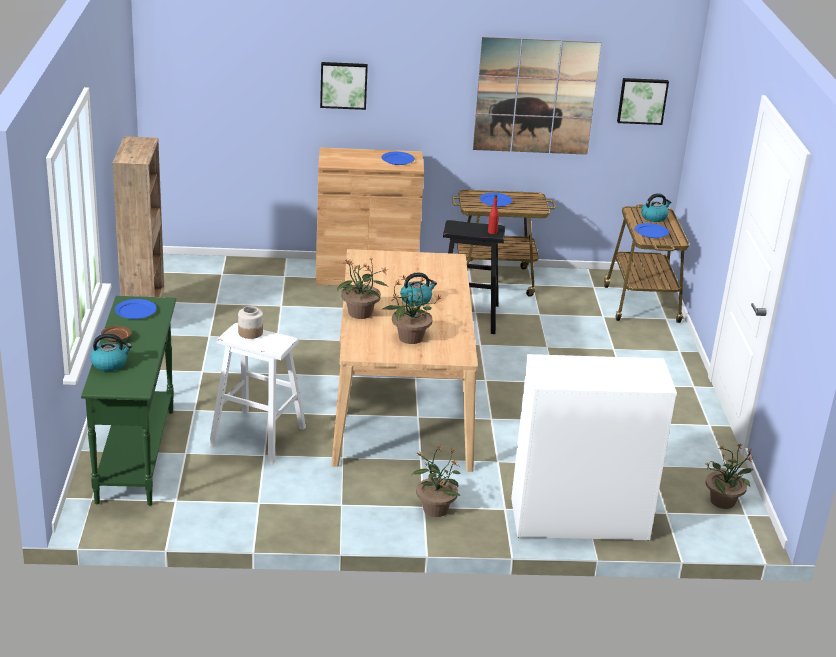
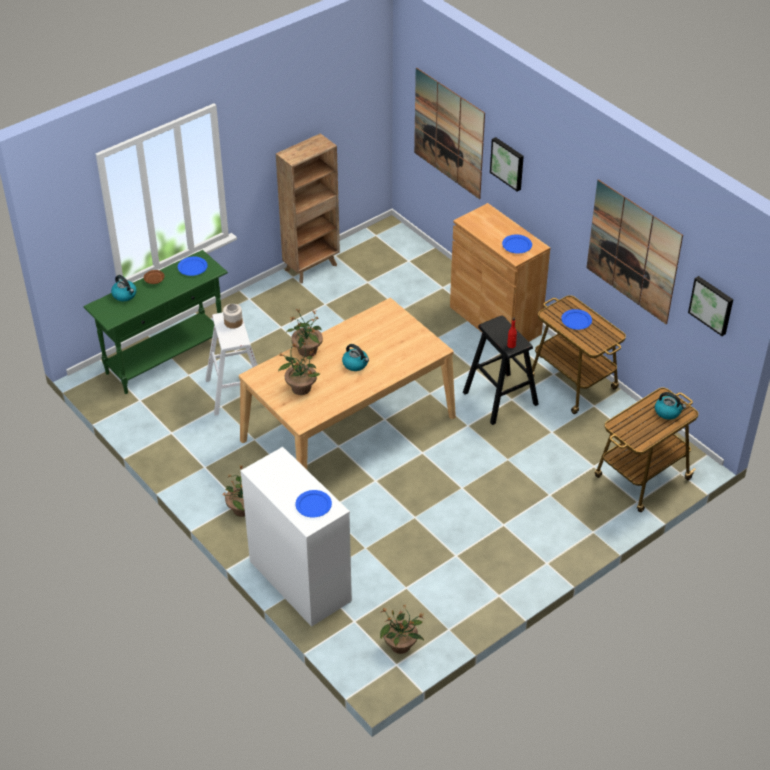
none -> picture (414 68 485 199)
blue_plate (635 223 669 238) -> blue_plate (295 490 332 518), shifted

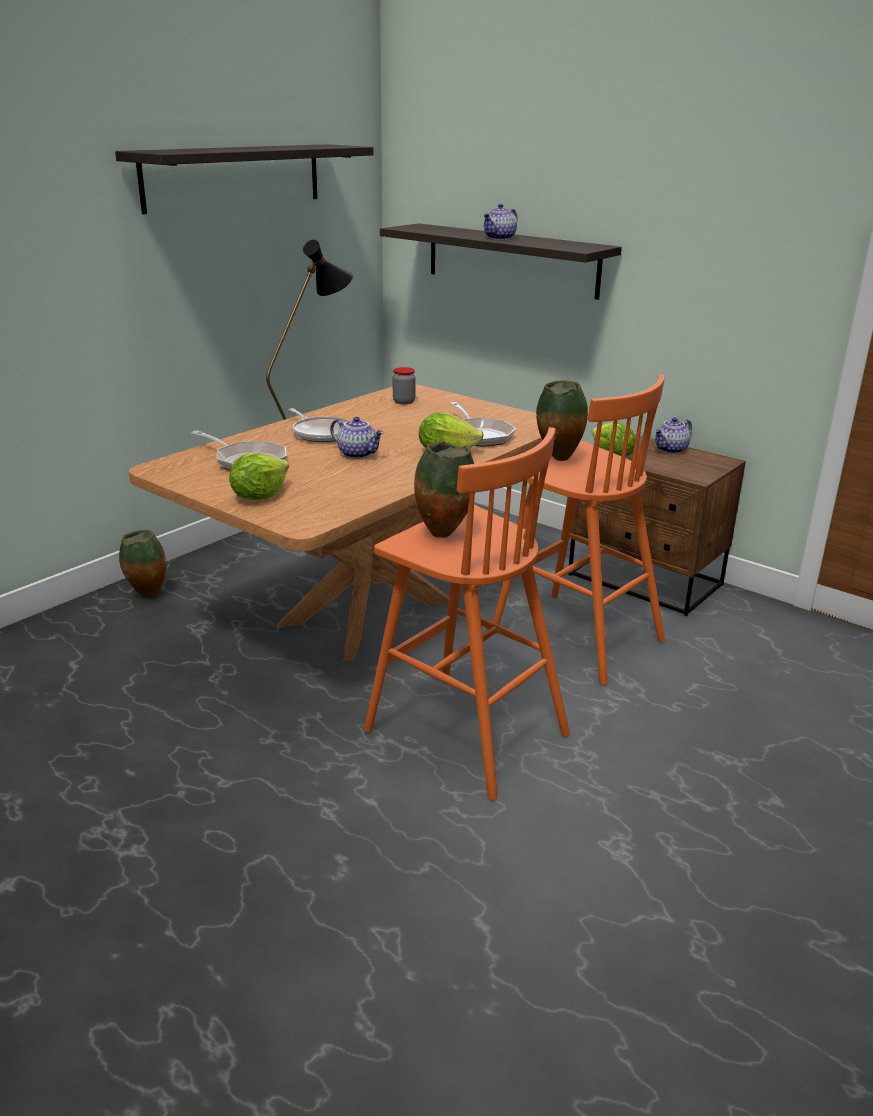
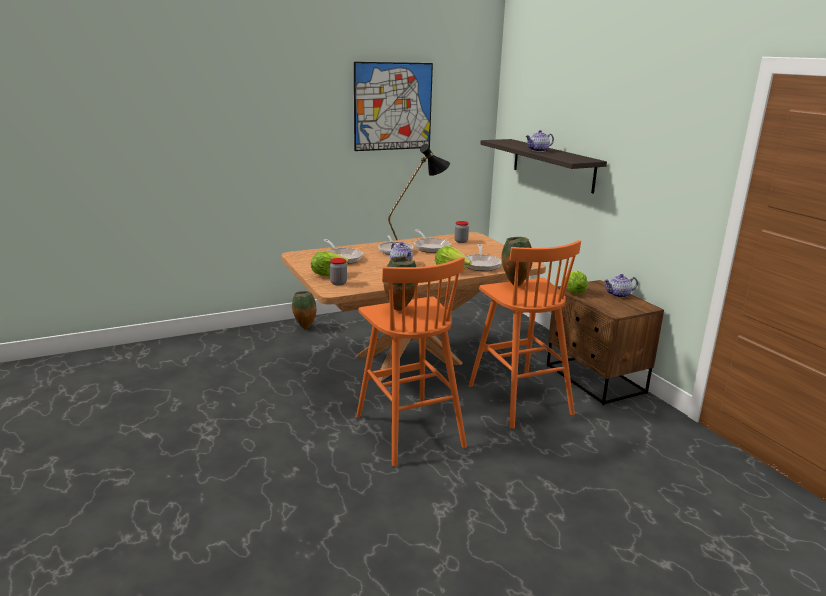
none -> jar (330 258 347 285)
none -> frying_pan (414 229 451 253)
shelf (115 144 374 214) -> picture (354 62 433 151)

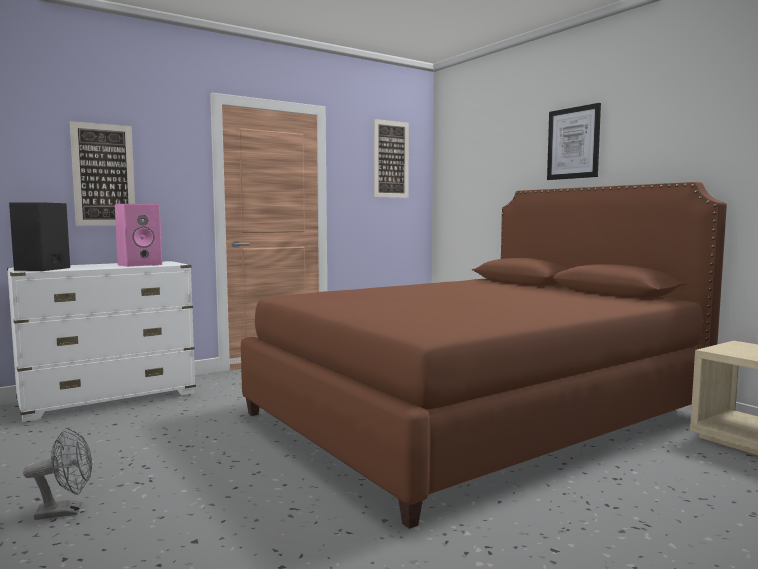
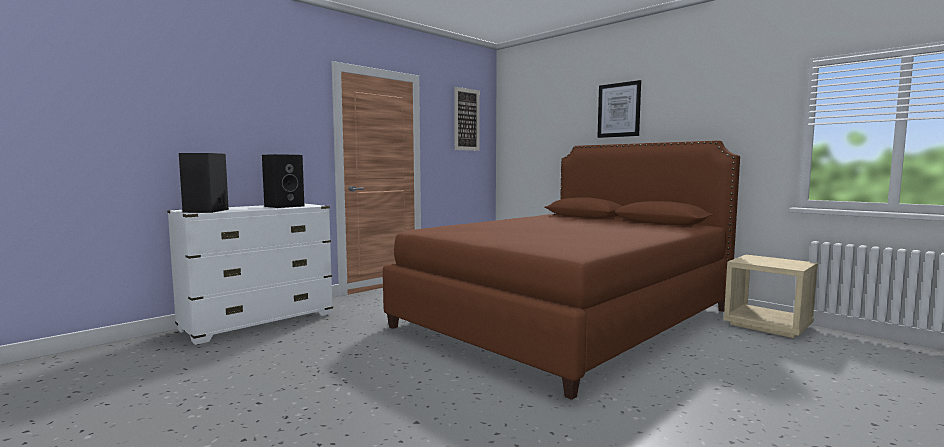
grey_fan (23 428 92 520) -> none
picture (70 121 135 226) -> none
pink_speaker (115 204 162 267) -> black_speaker (262 154 304 208)

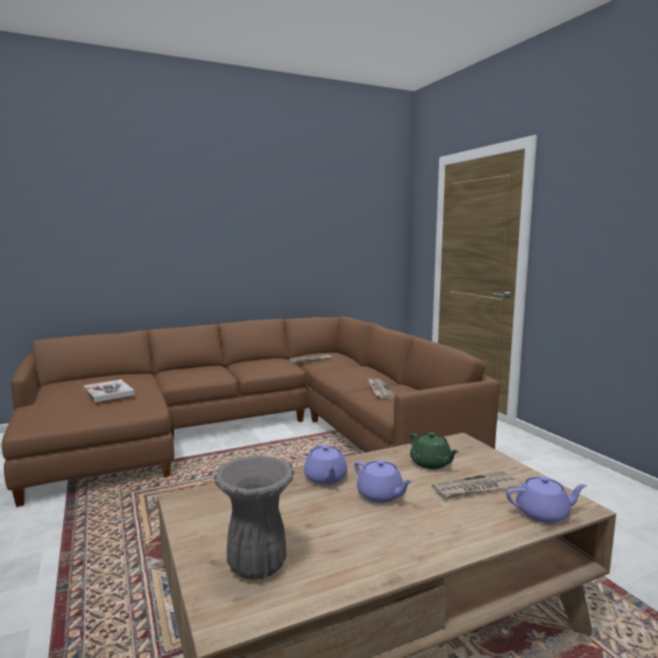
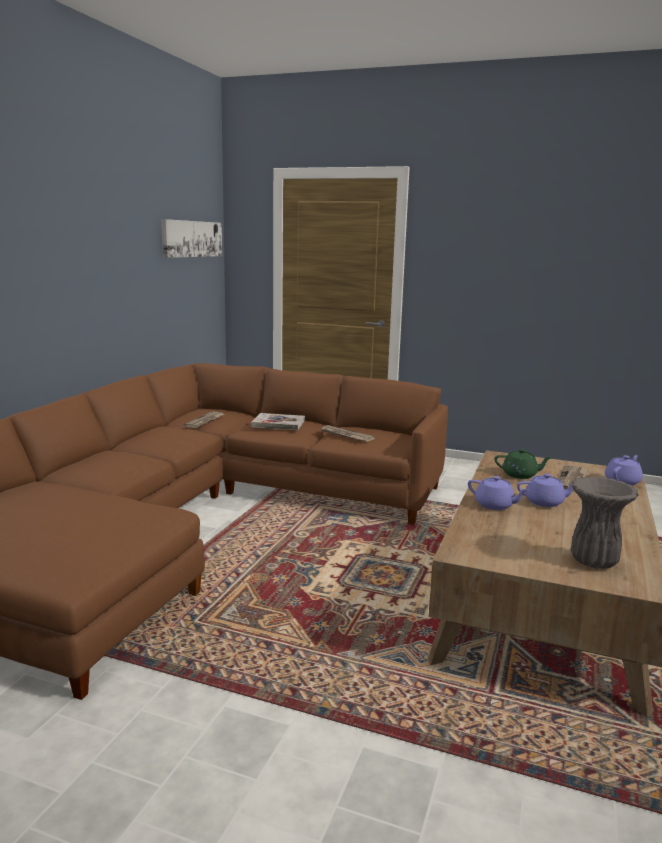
none -> picture (162 219 222 258)
book (83 379 135 402) -> book (251 413 305 430), shifted

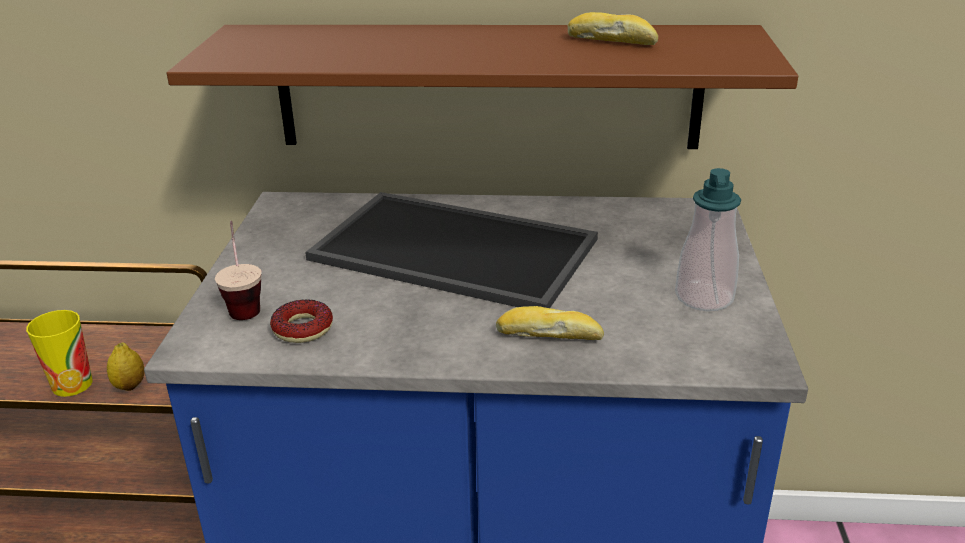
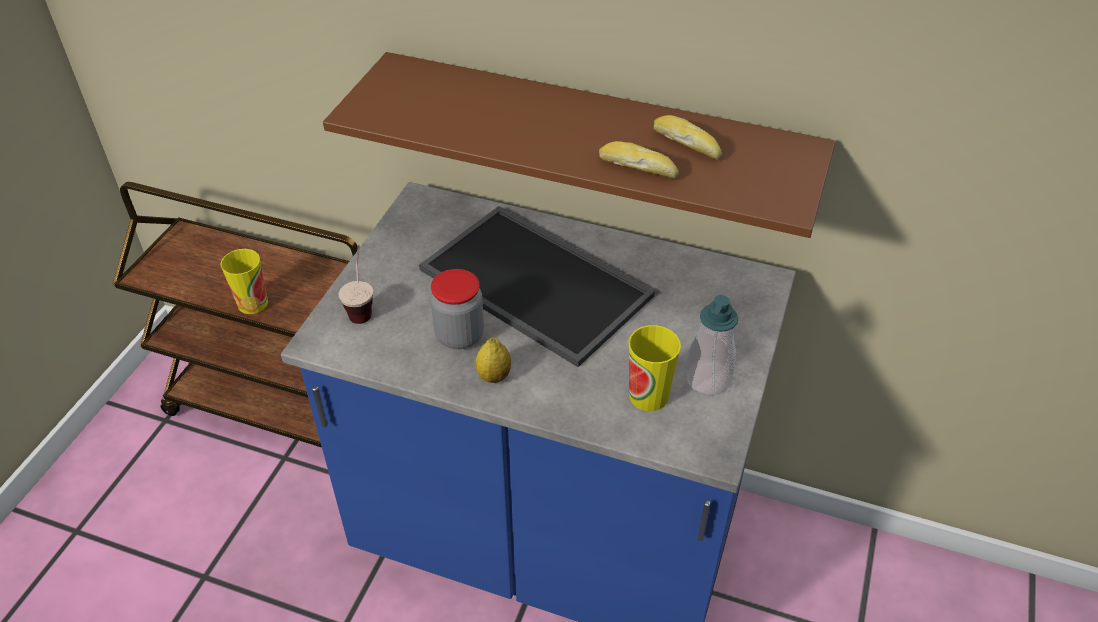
donut (270 299 333 343) -> none
none -> jar (430 269 484 349)
none -> cup (628 325 681 411)
lemon (107 343 144 391) -> lemon (476 338 511 383), shifted
bread (496 306 604 340) -> bread (599 141 679 178), shifted

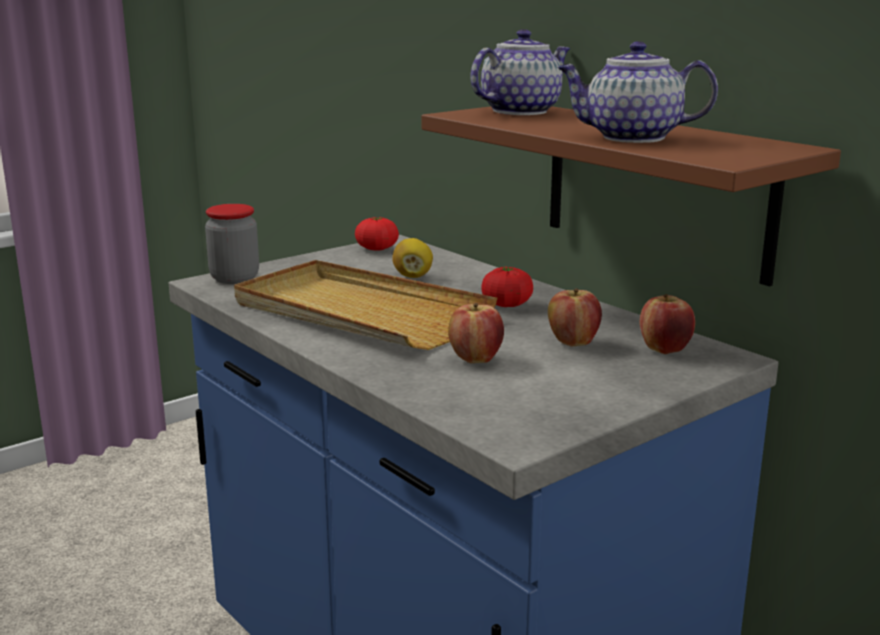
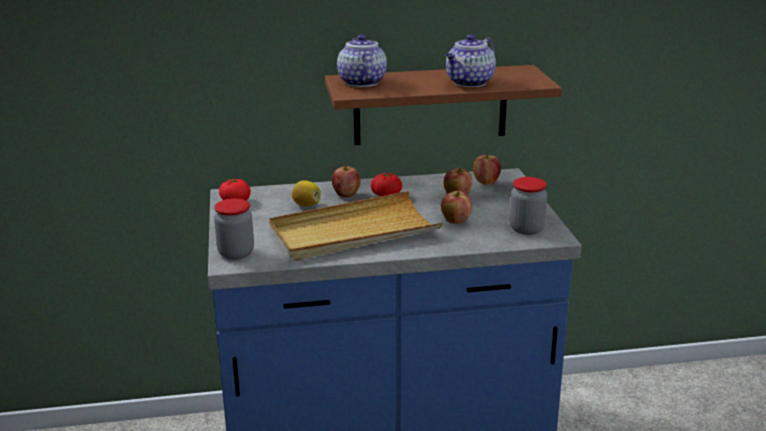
none -> apple (332 165 361 197)
none -> jar (510 177 547 235)

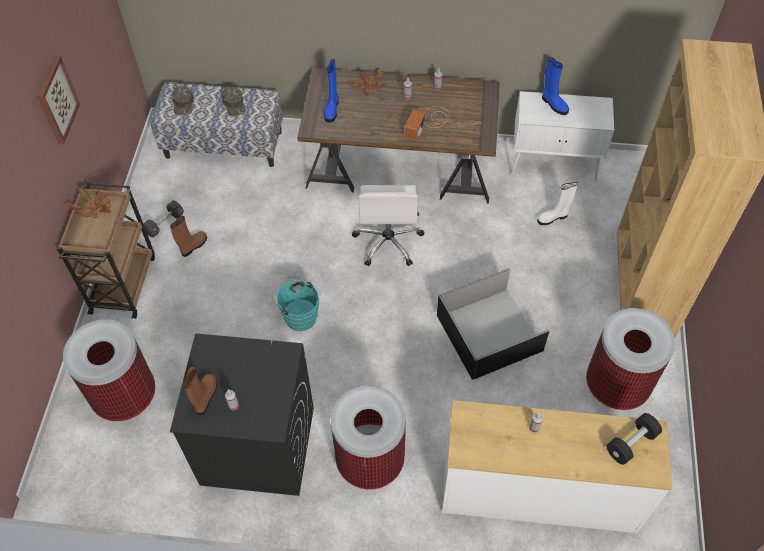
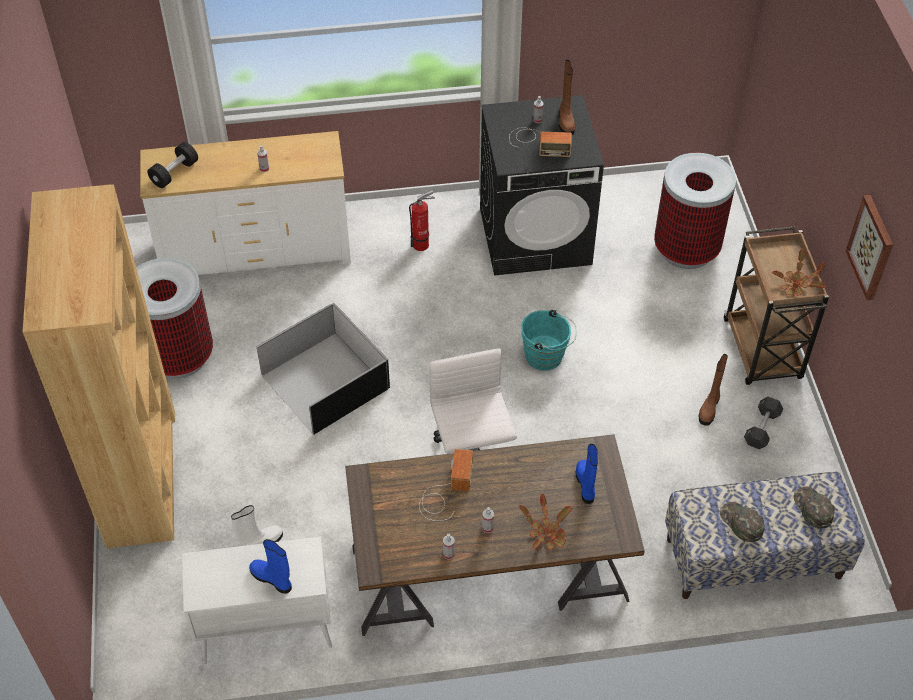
none -> radio (509 127 572 157)
trash_can (331 385 406 490) -> fire_extinguisher (409 190 435 251)

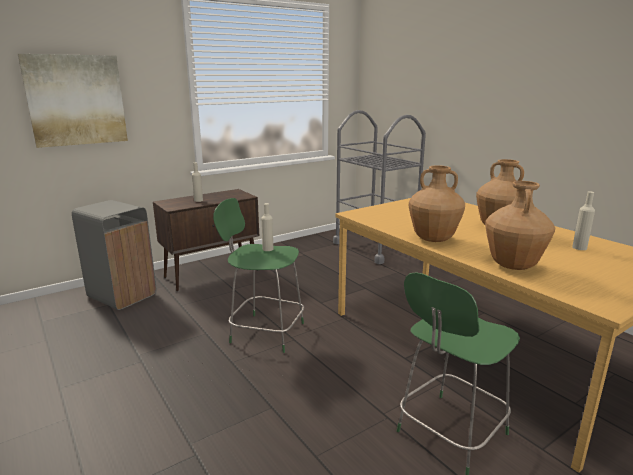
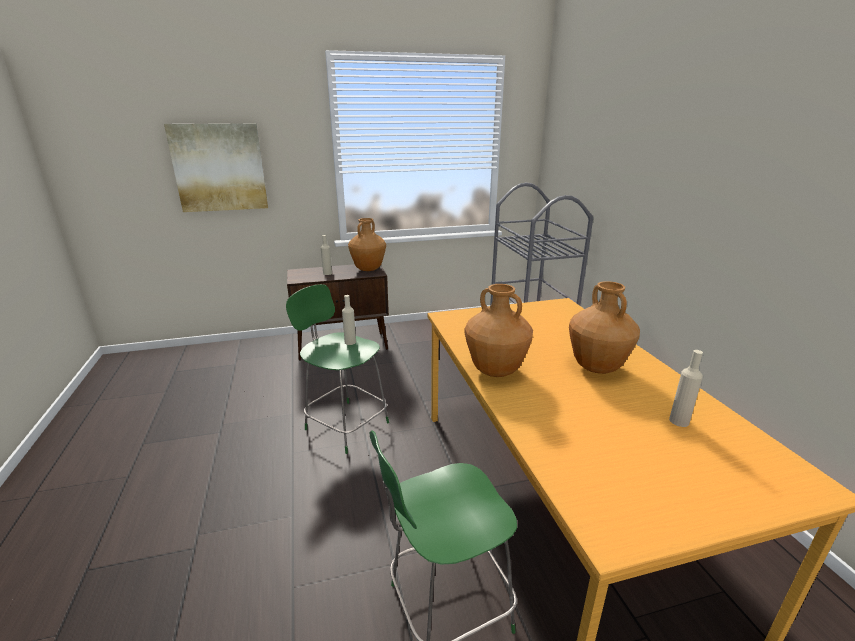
grey_trash_can (72 200 156 310) -> none
brown_vase (485 181 555 270) -> brown_vase (348 218 386 271), shifted

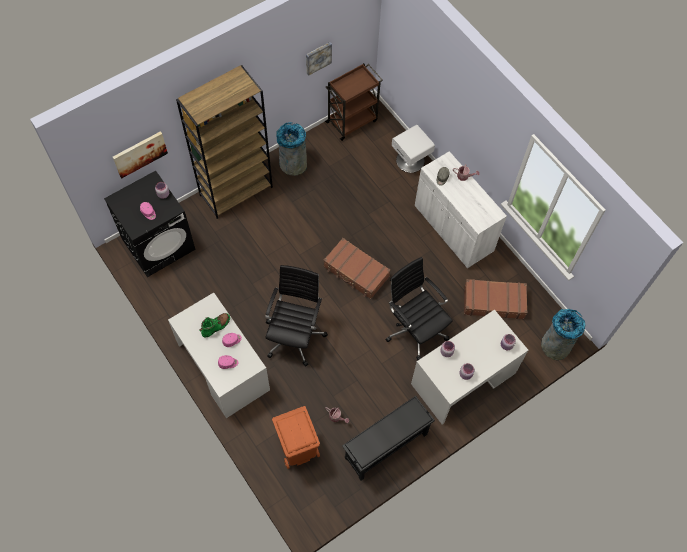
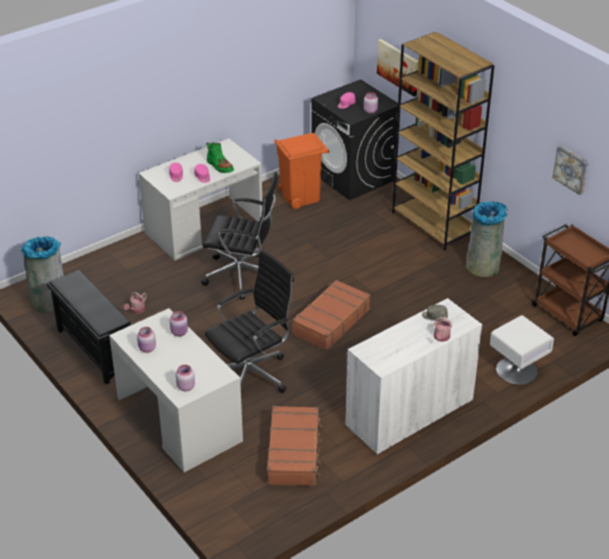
orange_trash_can (272 406 320 469) -> orange_trash_can (274 133 329 209), shifted
grey_trash_can (541 309 585 360) -> grey_trash_can (21 236 64 313), shifted

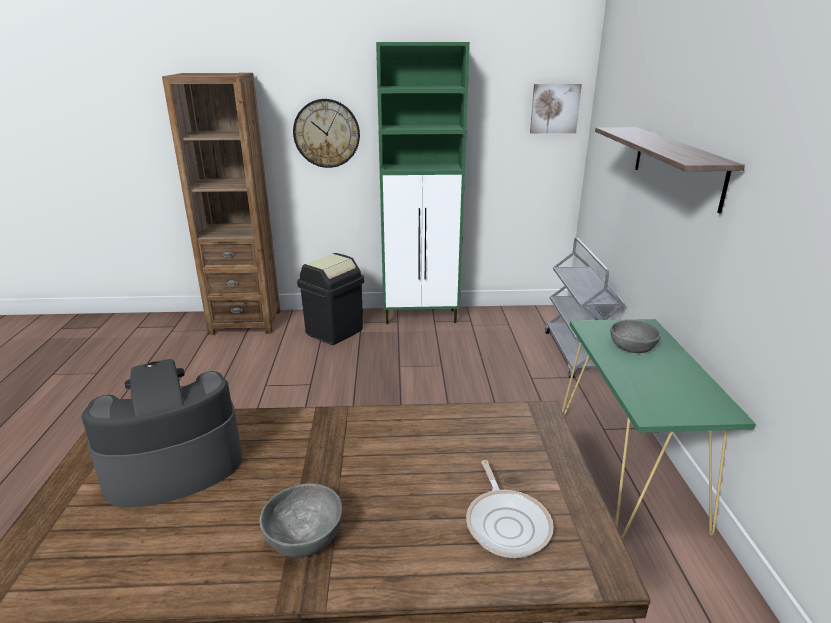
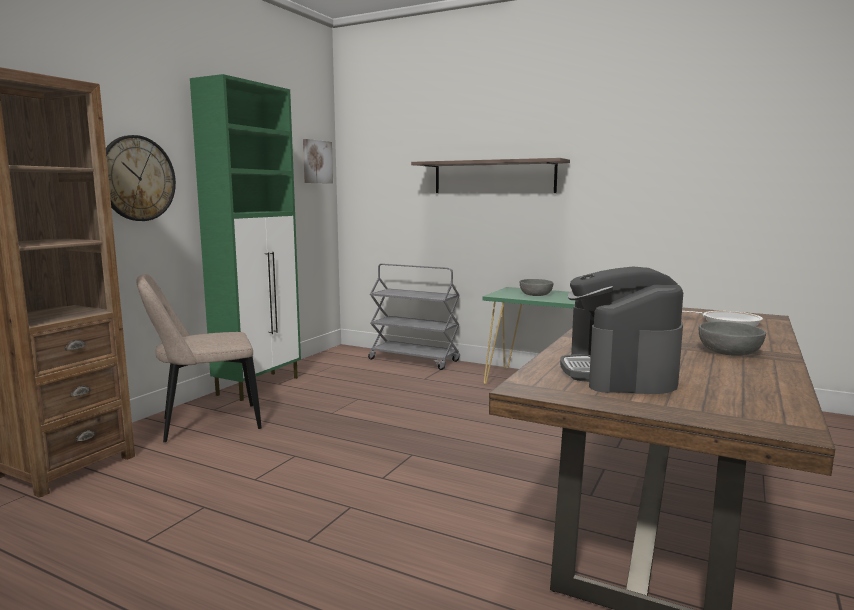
black_trash_can (297 253 364 345) -> beige_chair (136 274 262 442)

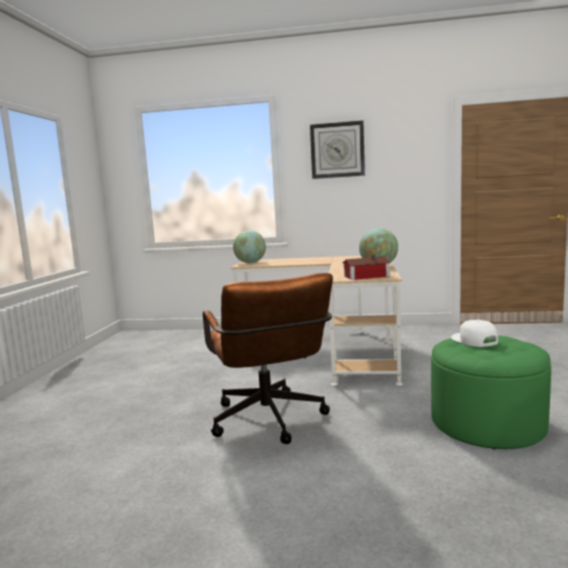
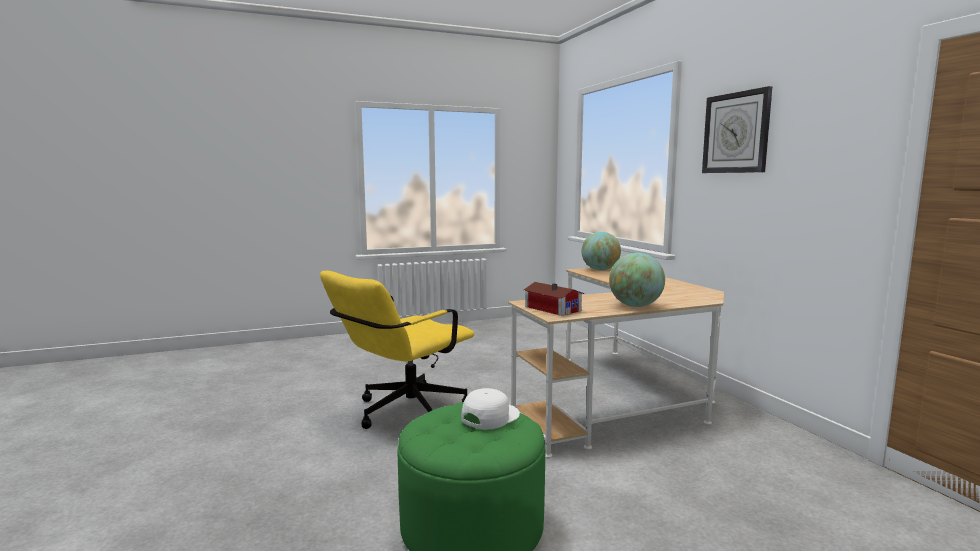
brown_office_chair (203 273 333 444) -> yellow_office_chair (320 271 475 429)

